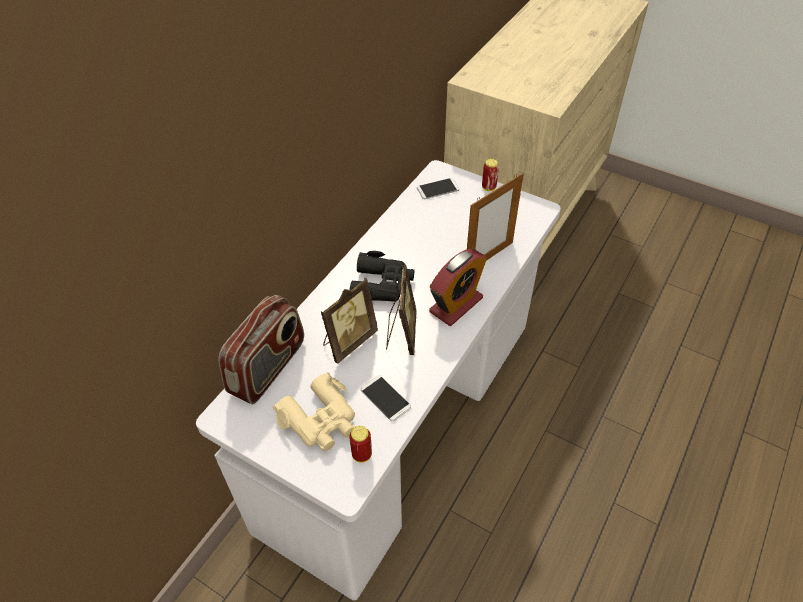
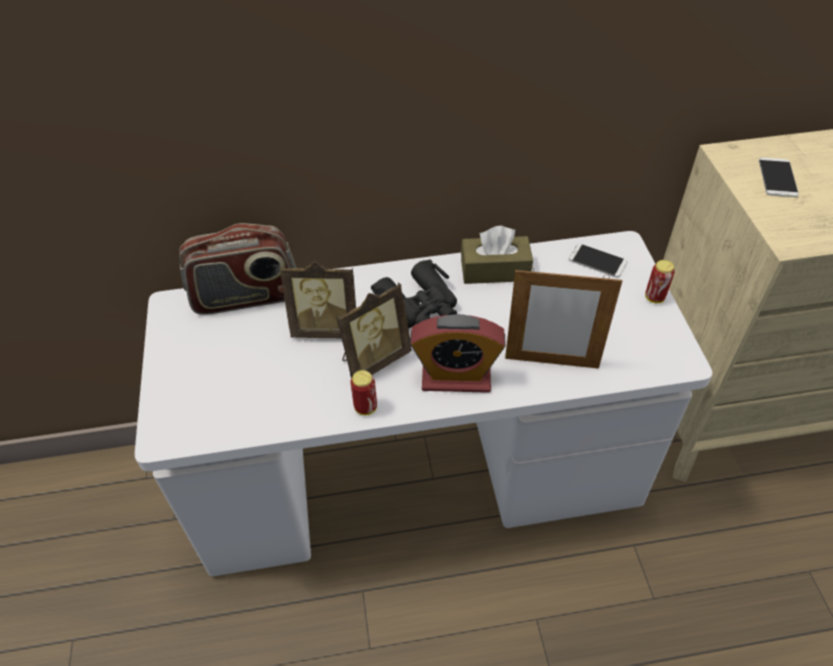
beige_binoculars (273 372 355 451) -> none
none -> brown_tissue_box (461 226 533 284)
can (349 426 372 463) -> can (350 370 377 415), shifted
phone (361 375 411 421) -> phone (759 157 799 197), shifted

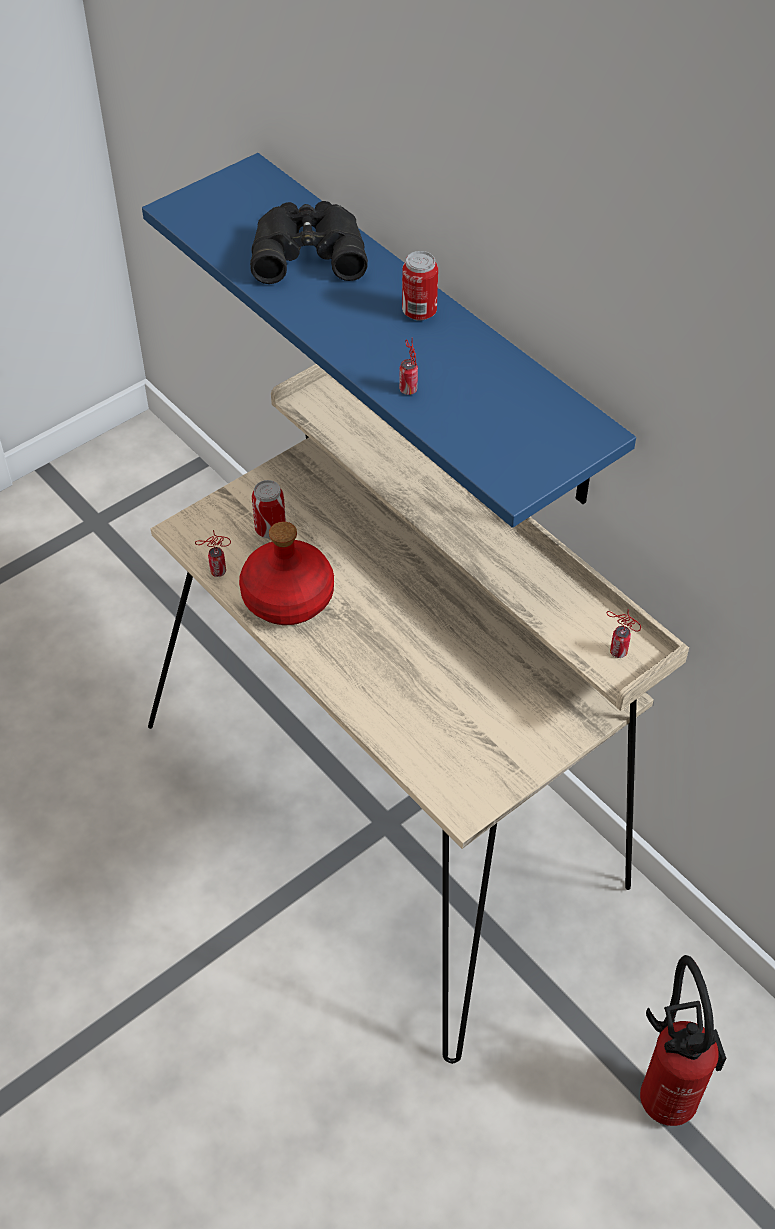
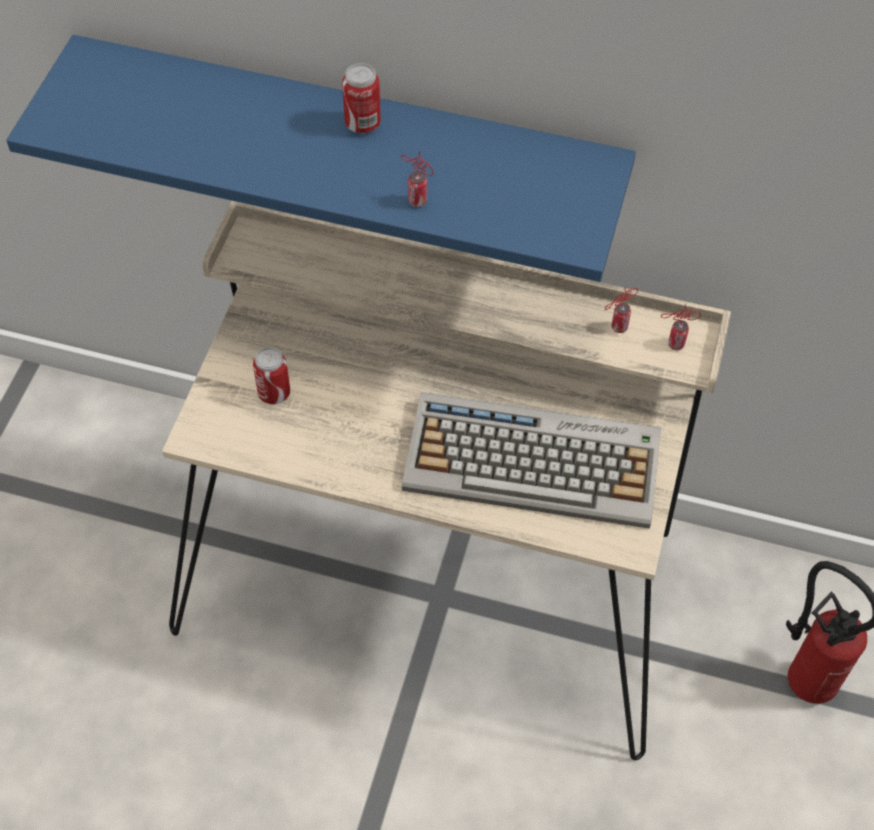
red_bottle (239 522 334 625) -> none
black_binoculars (250 201 368 284) -> none
none -> keyboard (402 392 661 529)
can (195 530 231 577) -> can (605 287 638 333), shifted

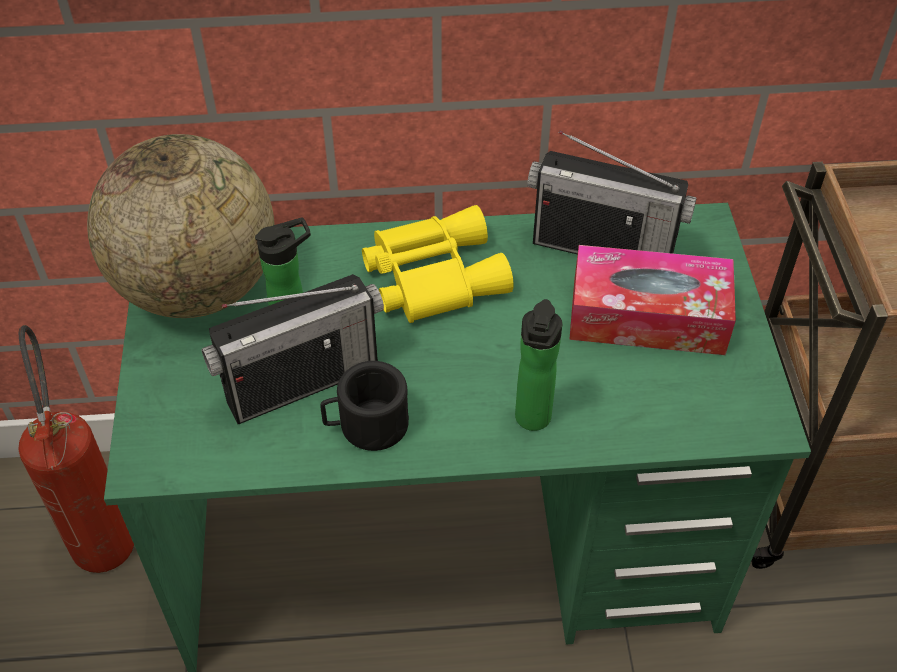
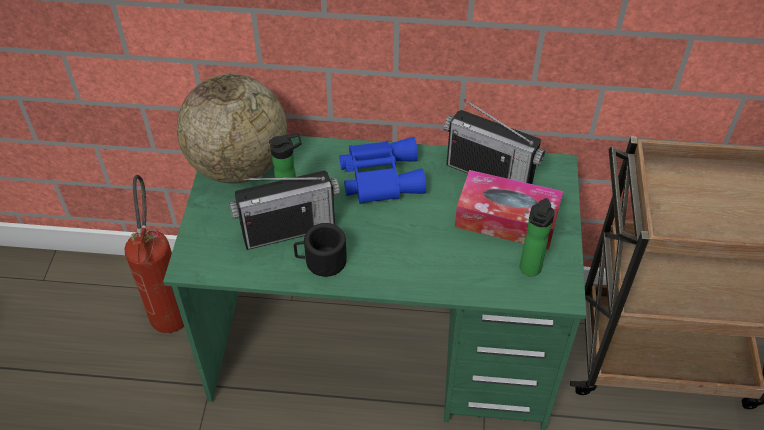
bottle (515 299 563 431) -> bottle (520 198 555 277), shifted
yellow_binoculars (362 205 514 323) -> blue_binoculars (339 137 426 204)

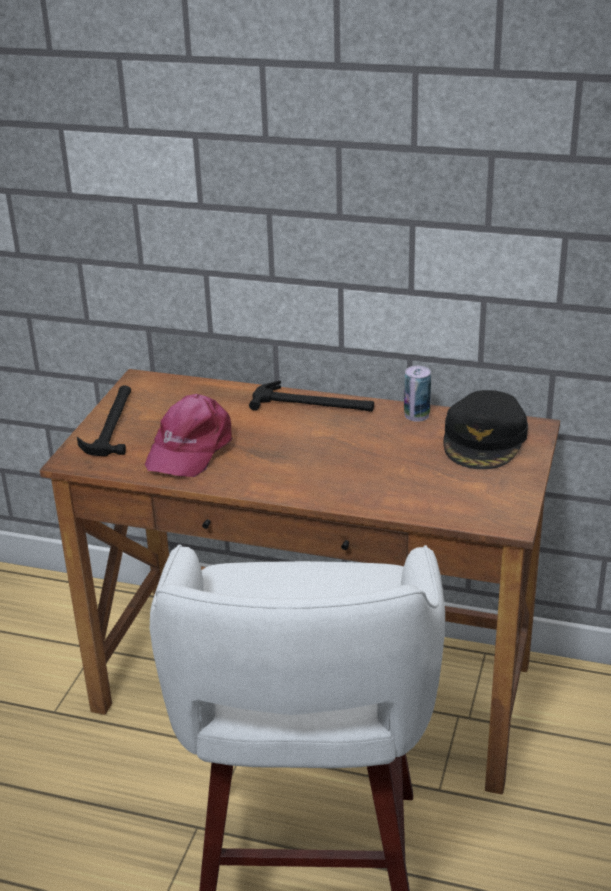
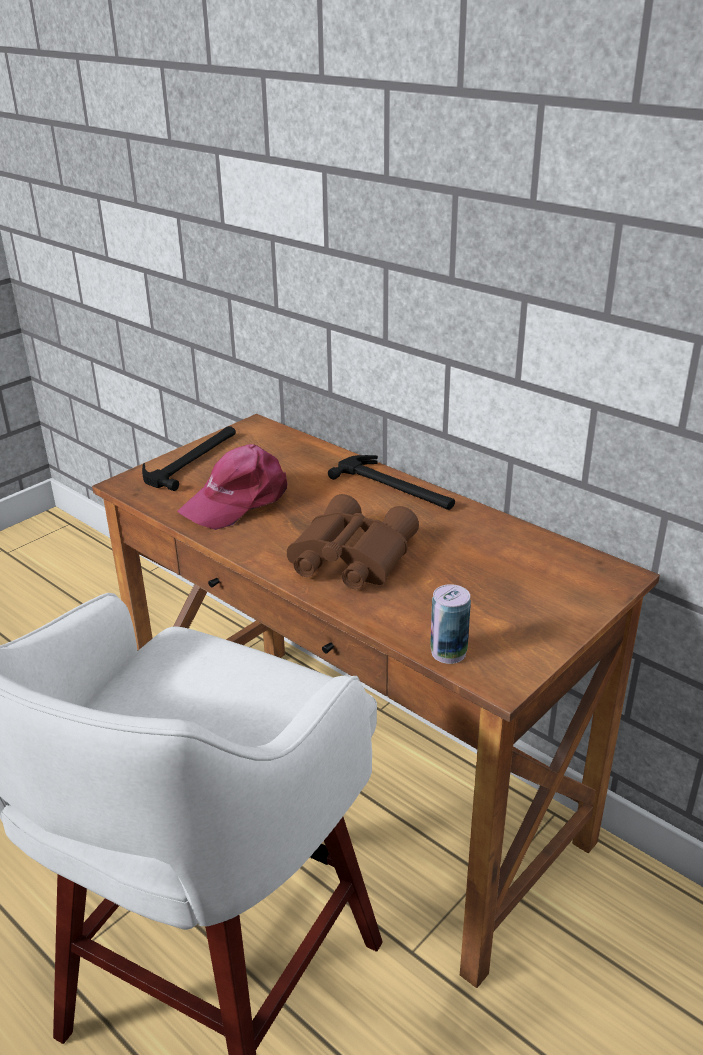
black_cap (443 390 528 469) -> none
none -> brown_binoculars (287 494 419 589)
can (404 366 431 422) -> can (430 584 471 664), shifted

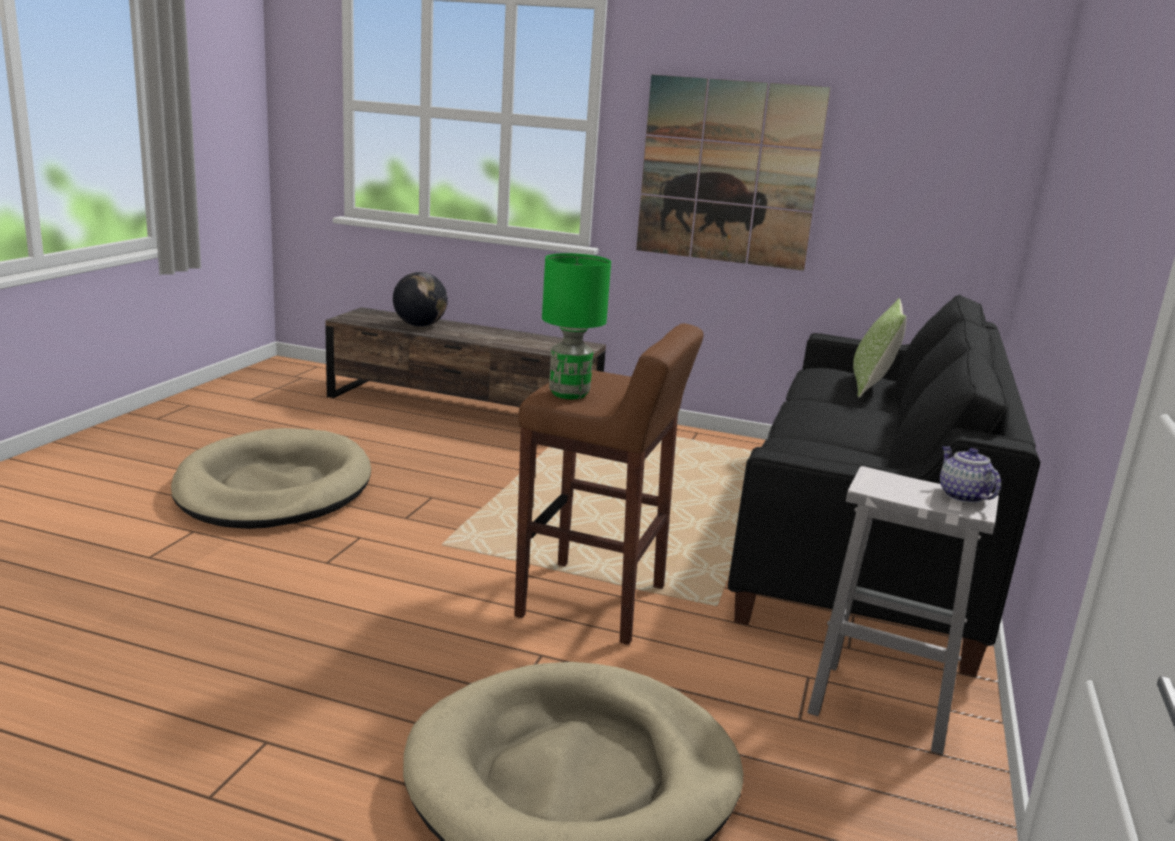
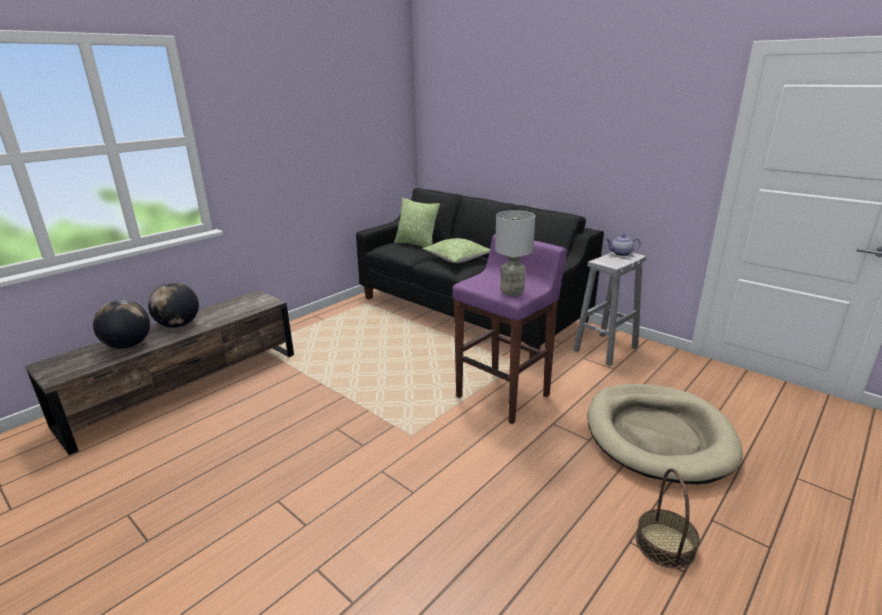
beige_dog_bed (171 428 371 529) -> none
picture (636 75 830 271) -> none
none -> globe (148 282 199 328)
none -> pillow (423 238 490 263)
none -> basket (636 468 700 569)
brown_stool (514 323 704 645) -> purple_stool (452 234 567 424)
green_table_lamp (542 253 611 399) -> grey_table_lamp (495 210 535 296)

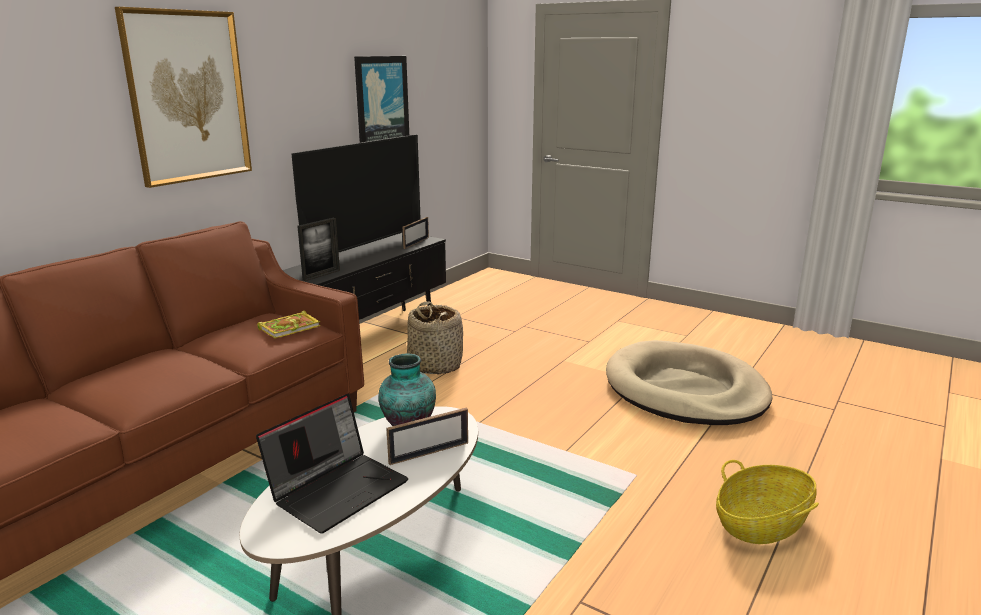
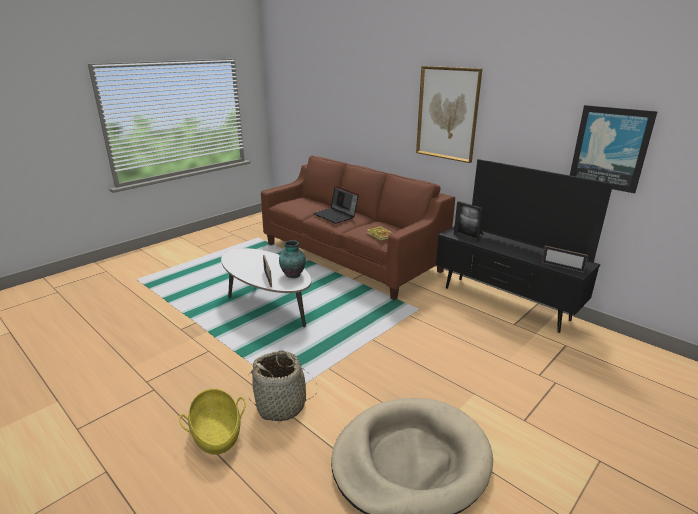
laptop (256 393 408 533) -> laptop (313 186 359 224), shifted
basket (407 301 463 375) -> basket (249 350 317 421), shifted

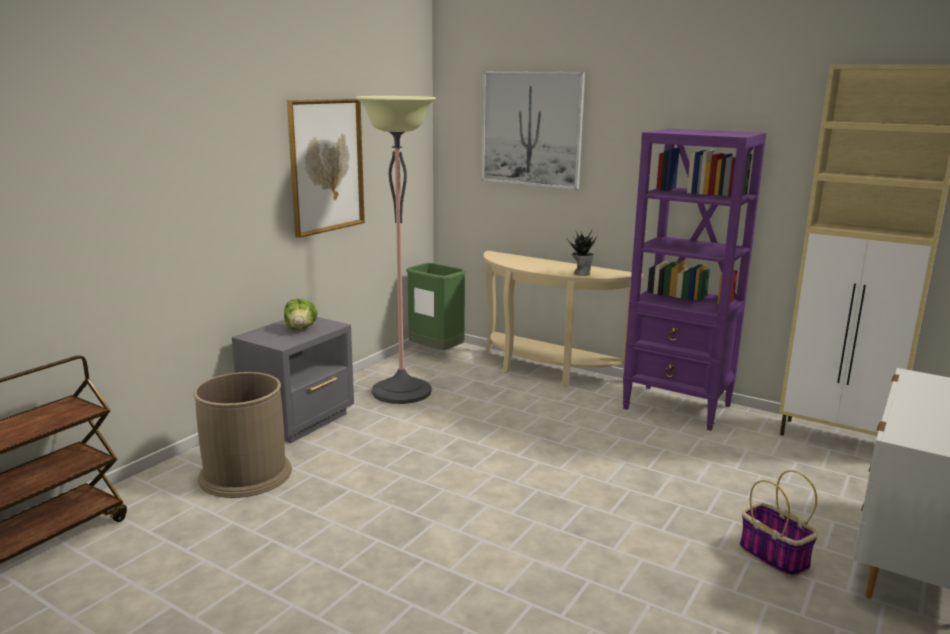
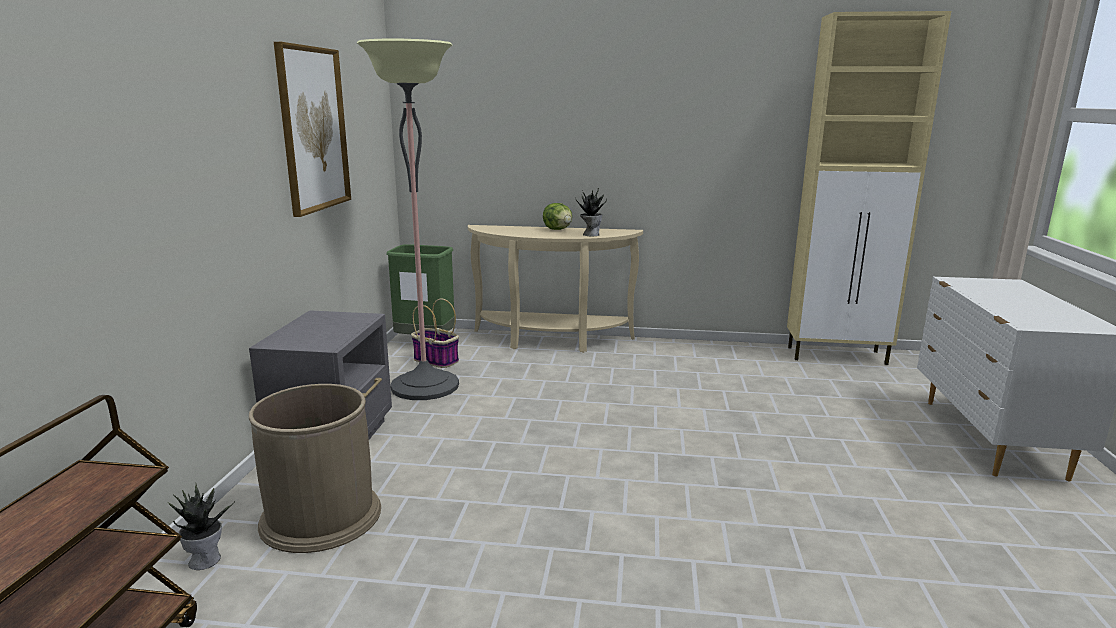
picture (482 71 585 190) -> none
purple_bookcase (622 128 766 431) -> none
none -> potted_plant (168 484 235 570)
lettuce (284 299 318 330) -> lettuce (543 203 572 230), shifted
basket (740 470 818 577) -> basket (411 299 459 368), shifted

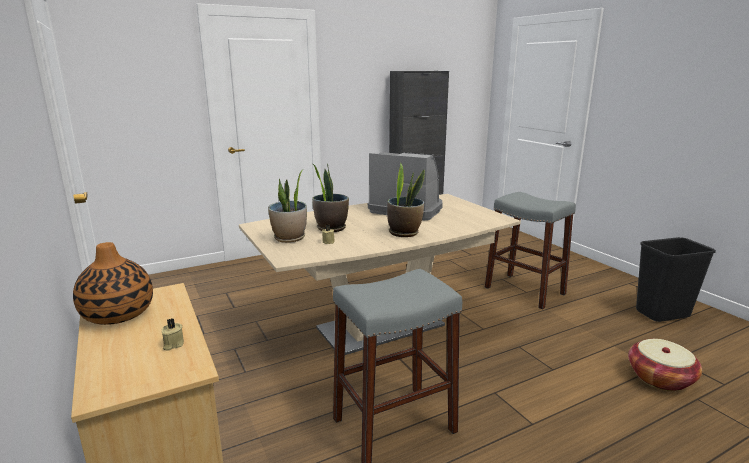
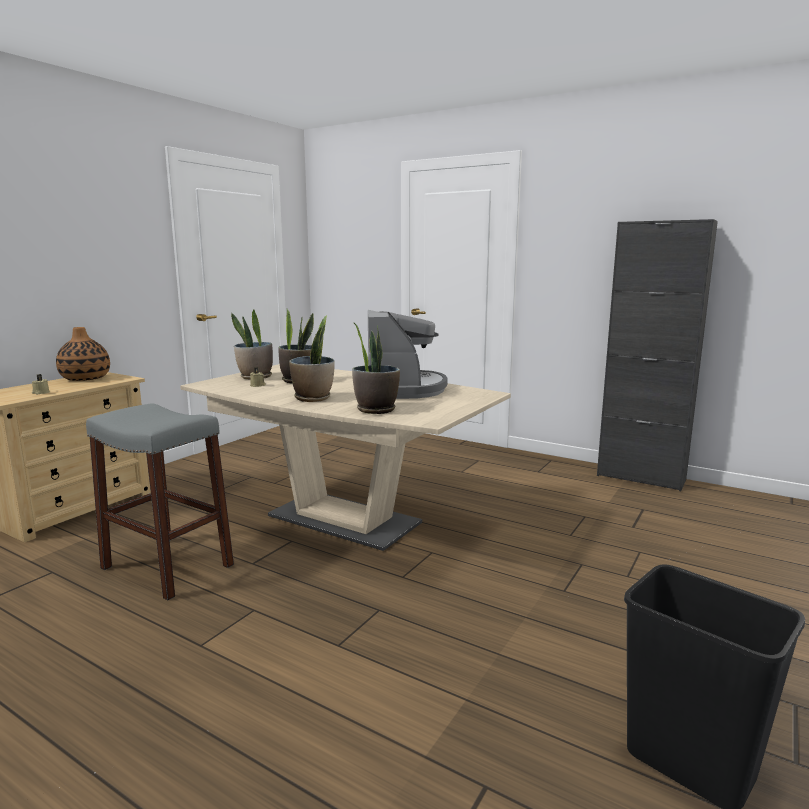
grey_stool (485 192 576 309) -> none
basket (628 339 702 391) -> none
none -> potted_plant (352 322 400 414)

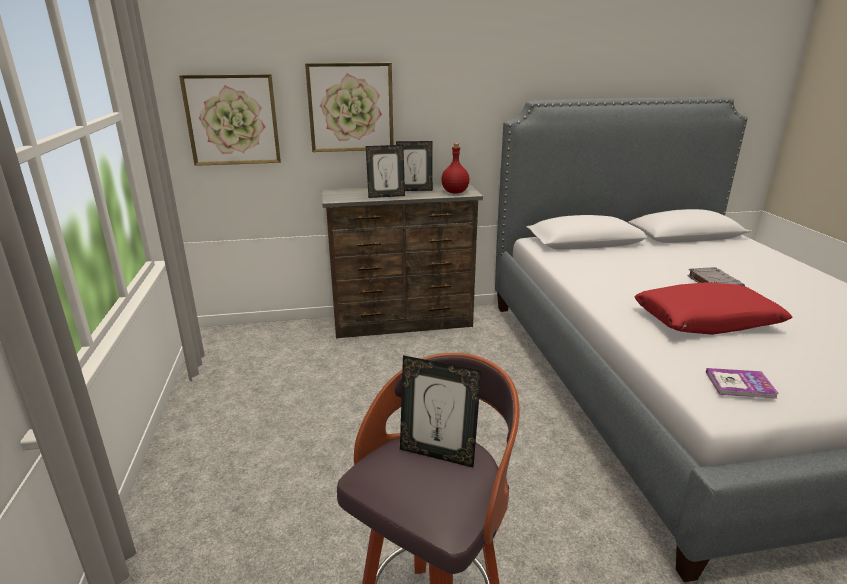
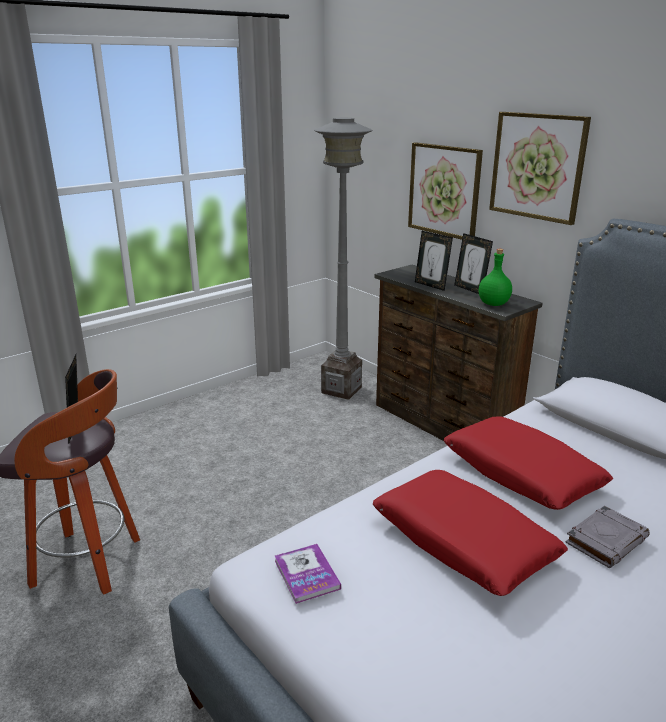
none -> grey_floor_lamp (314 118 373 400)
none -> red_pillow (444 416 613 510)
picture (179 74 281 166) -> picture (489 112 591 225), shifted
red_bottle (441 143 469 193) -> green_bottle (479 249 512 306)

